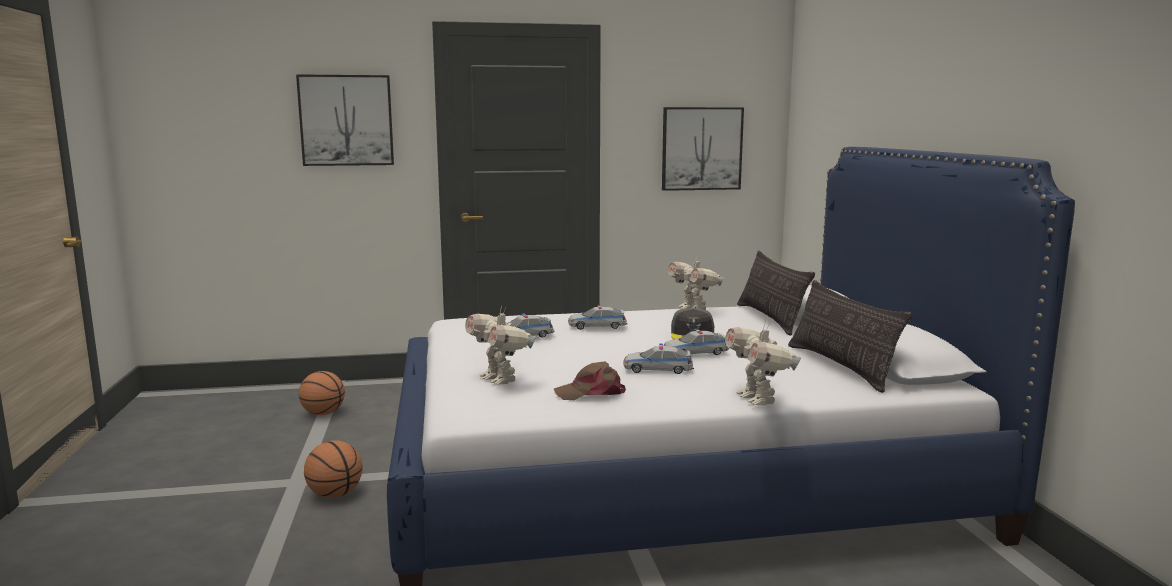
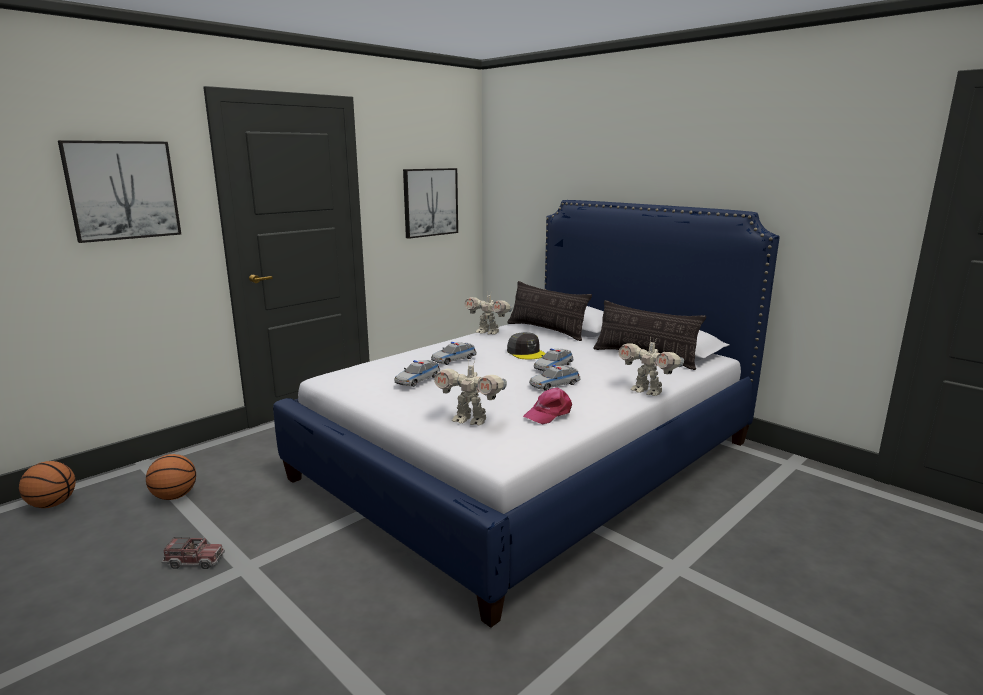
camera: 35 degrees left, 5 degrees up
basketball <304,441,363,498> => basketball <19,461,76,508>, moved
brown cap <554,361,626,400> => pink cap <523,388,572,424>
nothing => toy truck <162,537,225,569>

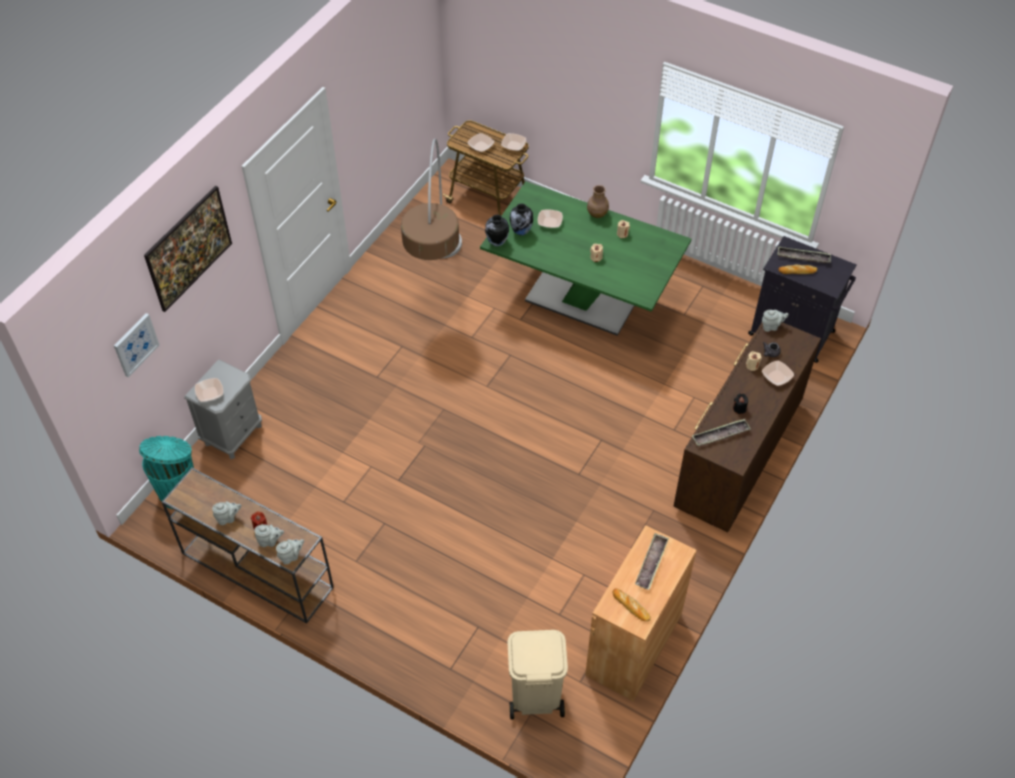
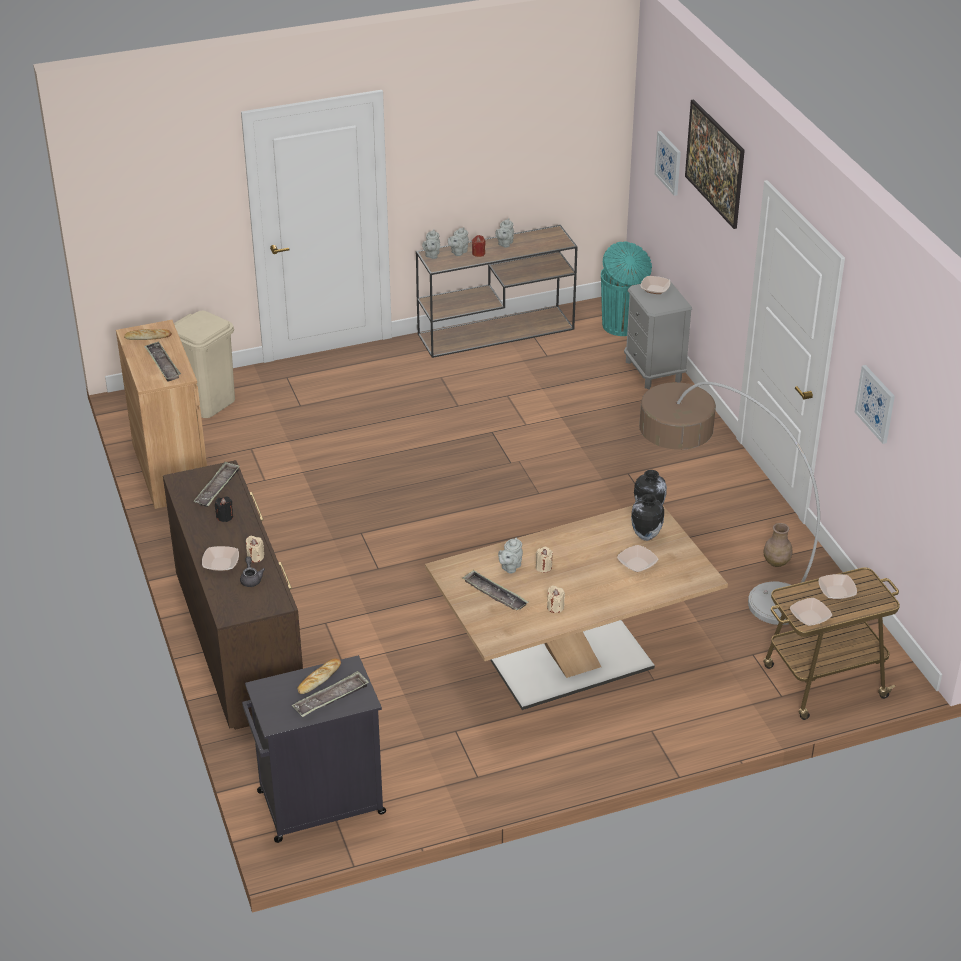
camera: 130 degrees right, 15 degrees down
green dining table <480,181,691,336> => brown dining table <425,505,728,710>
brown vase <587,185,609,218> => brown vase <763,523,792,567>, moved
grey teapot <762,310,789,332> => grey teapot <498,537,523,573>, moved
nothing => tray <463,570,529,610>
nothing => picture <855,365,895,444>

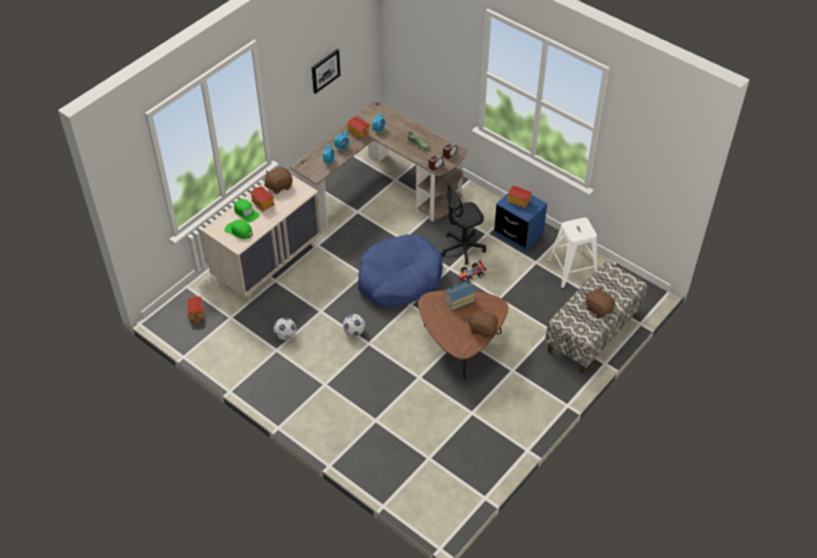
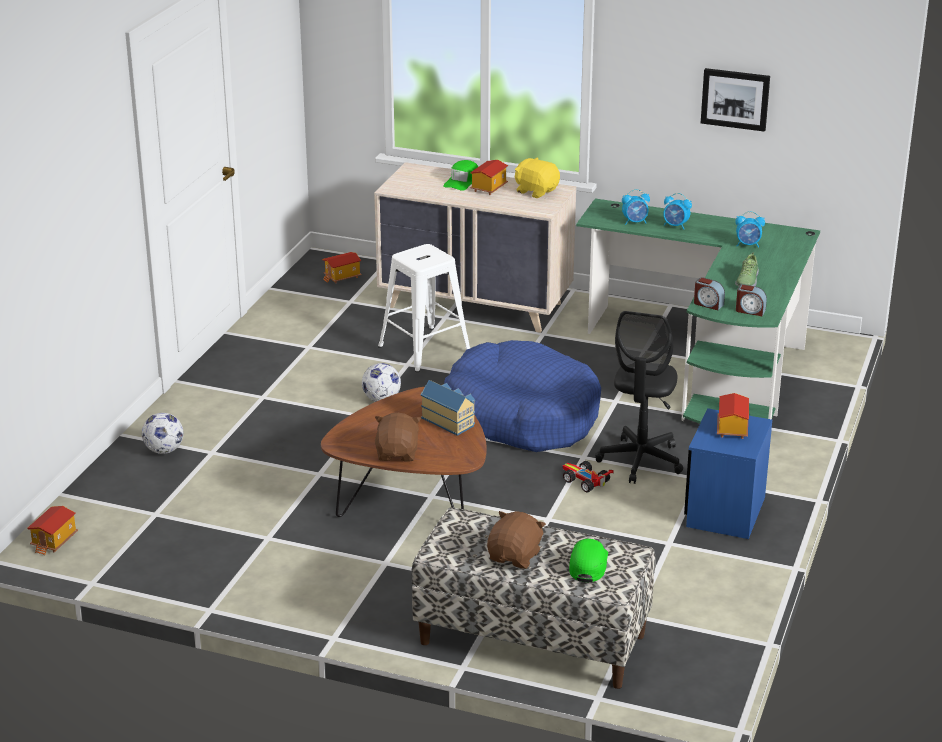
camera: 70 degrees right, 20 degrees down
green cap <224,220,253,239> => green cap <569,539,608,582>, moved
brown plush toy <264,167,293,194> => yellow plush toy <515,157,560,198>
football <273,318,296,340> => football <142,413,183,454>, moved
brown desk <289,100,467,227> => green desk <576,199,820,423>
toy house <347,116,370,140> => toy house <27,506,78,555>, moved
black office chair <441,180,486,265> => black office chair <595,311,683,484>, 120 degrees counterclockwise
white stool <547,217,597,289> => white stool <378,244,470,372>, moved

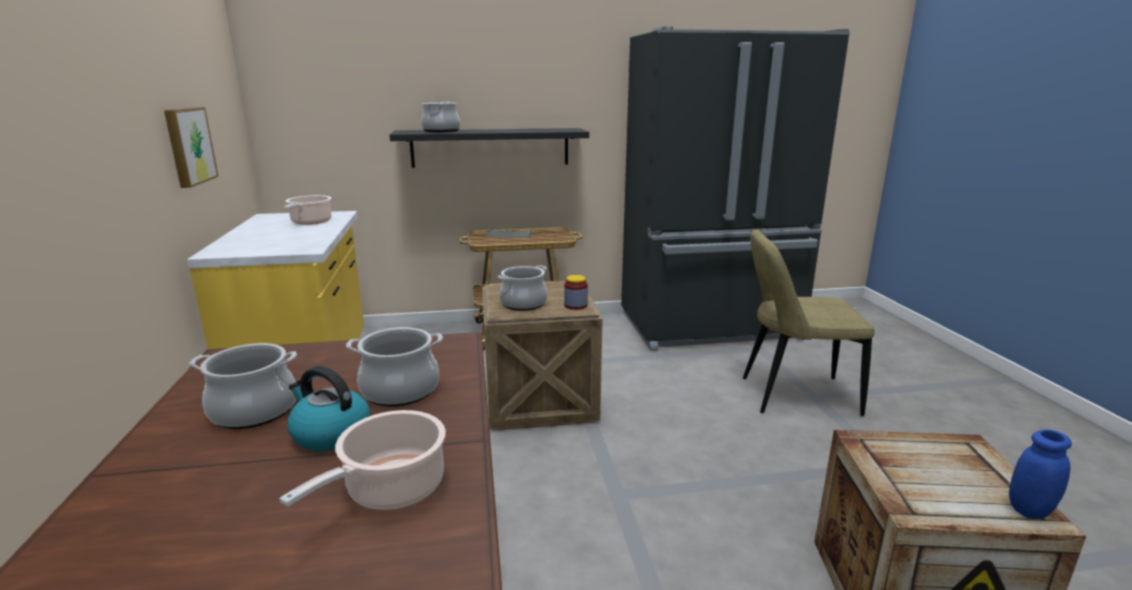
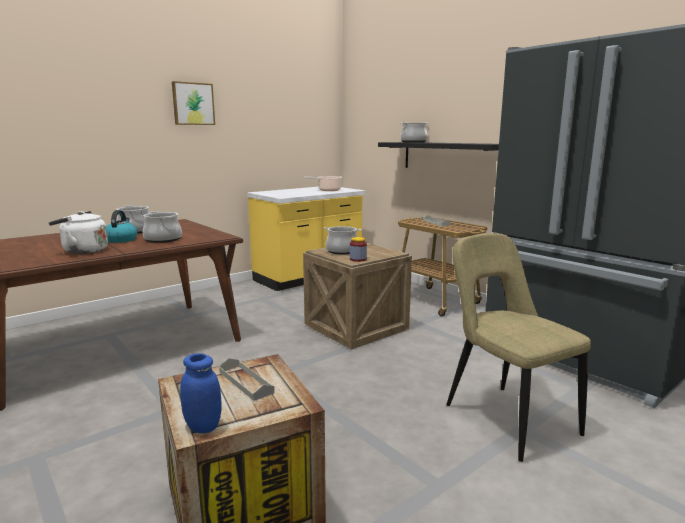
camera: 60 degrees right, 5 degrees down
picture <164,107,219,188> => picture <172,81,215,125>, moved
cooking pot <279,410,446,510> => white kettle <49,211,108,254>
nothing => grey tray <219,358,275,401>

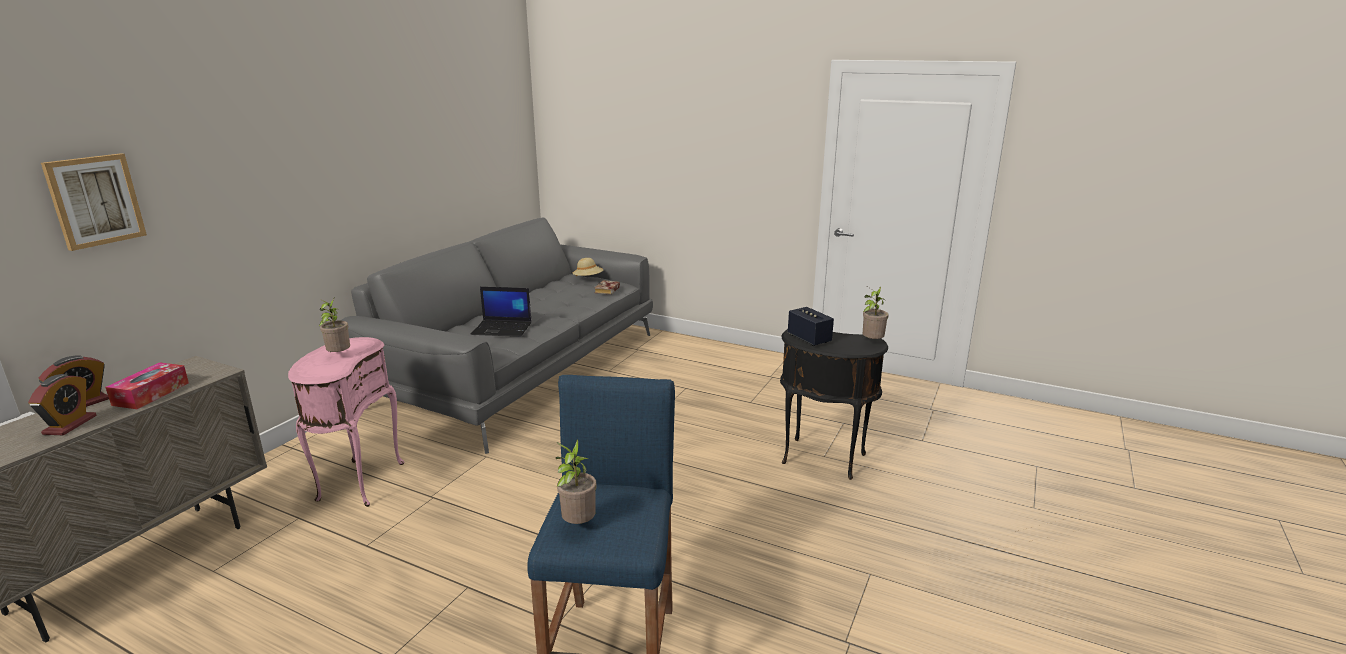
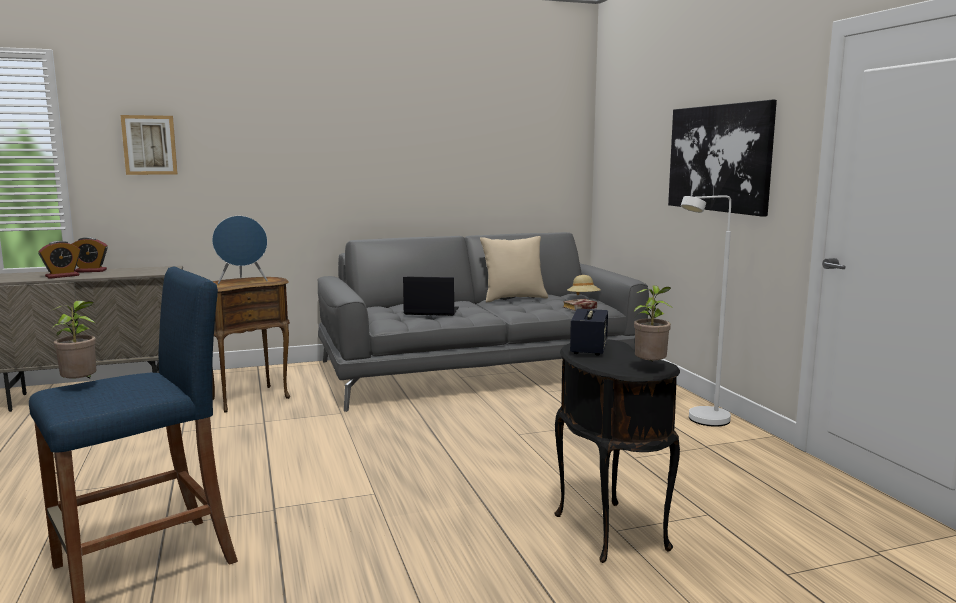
camera: 45 degrees right, 10 degrees down
tissue box <105,362,189,409> => nothing
pink side table <288,337,405,507> => brown side table <212,277,290,413>
potted plant <319,297,350,353> => blue speaker <212,216,268,284>
laptop <471,287,532,337> => laptop <403,276,459,316>, 135 degrees clockwise
nothing => beige pillow <480,236,548,302>
nothing => picture <668,100,777,217>
nothing => white floor lamp <681,195,731,427>

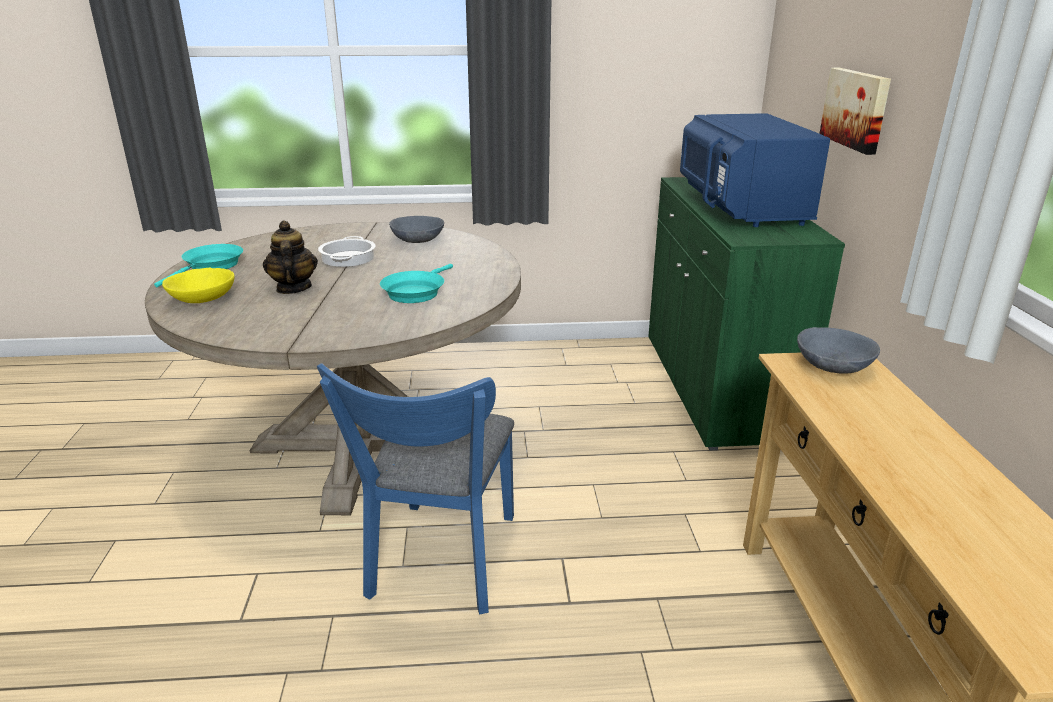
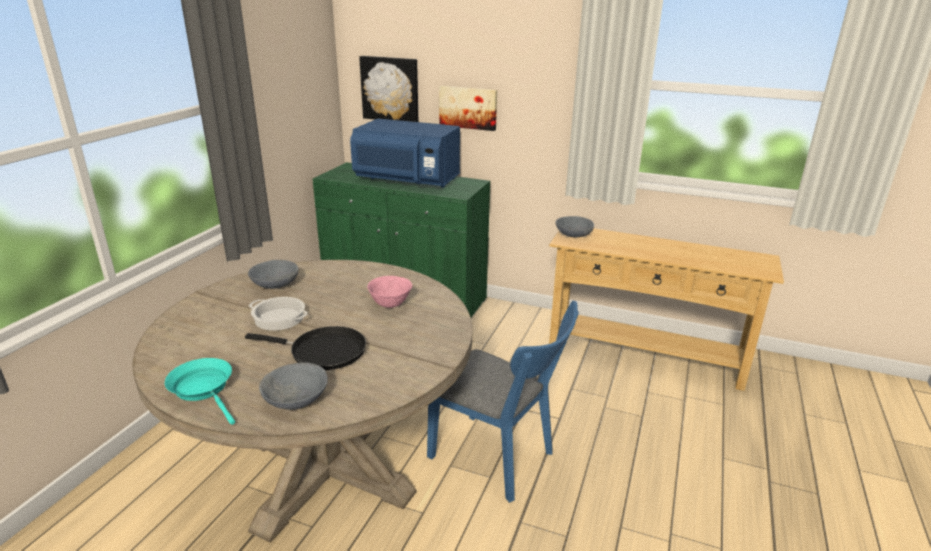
camera: 65 degrees left, 0 degrees up
yellow bowl <162,268,235,303> => grey bowl <259,362,328,410>
teapot <263,220,318,294> => black frying pan <245,326,366,370>
turquoise frying pan <380,264,453,303> => pink bowl <367,276,412,308>
nothing => picture <359,56,418,122>

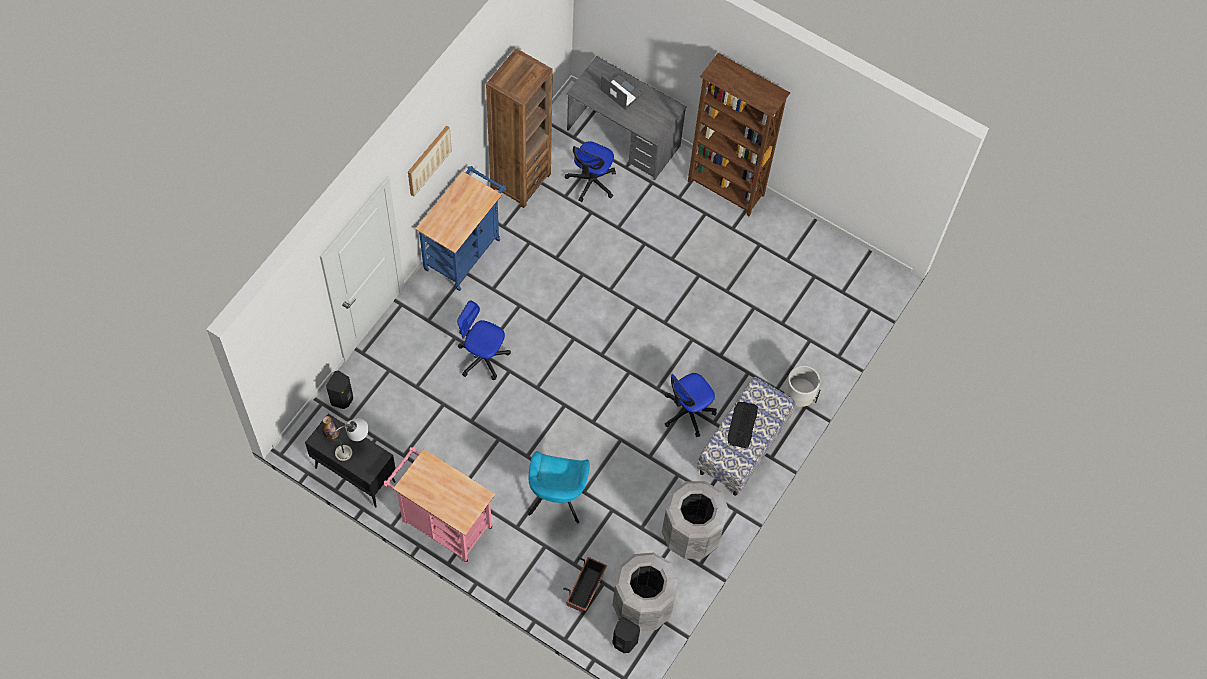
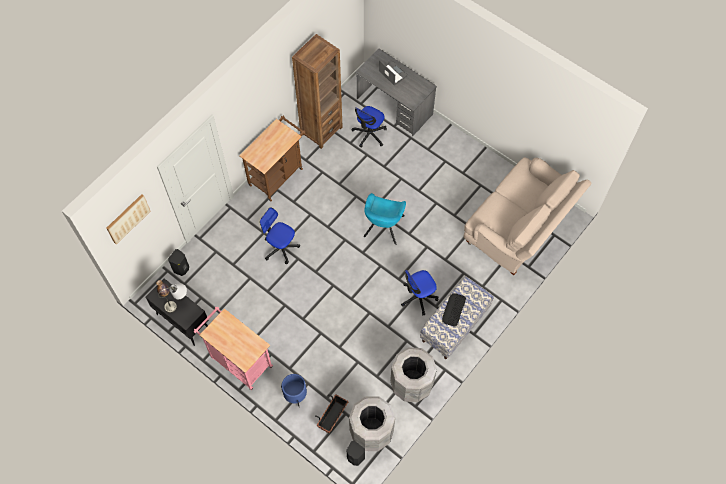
camera: 10 degrees right, 0 degrees up
picture <408,125,452,196> => picture <106,194,151,244>, moved
blue cart <415,166,506,291> => brown cart <239,116,305,201>
turquoise armchair <528,451,590,523> => turquoise armchair <364,193,406,245>, moved
brown bookcase <688,53,790,216> => nothing
white planter <784,365,820,407> => nothing
nothing => blue planter <281,374,307,406>
nothing => beige sofa <464,157,592,275>

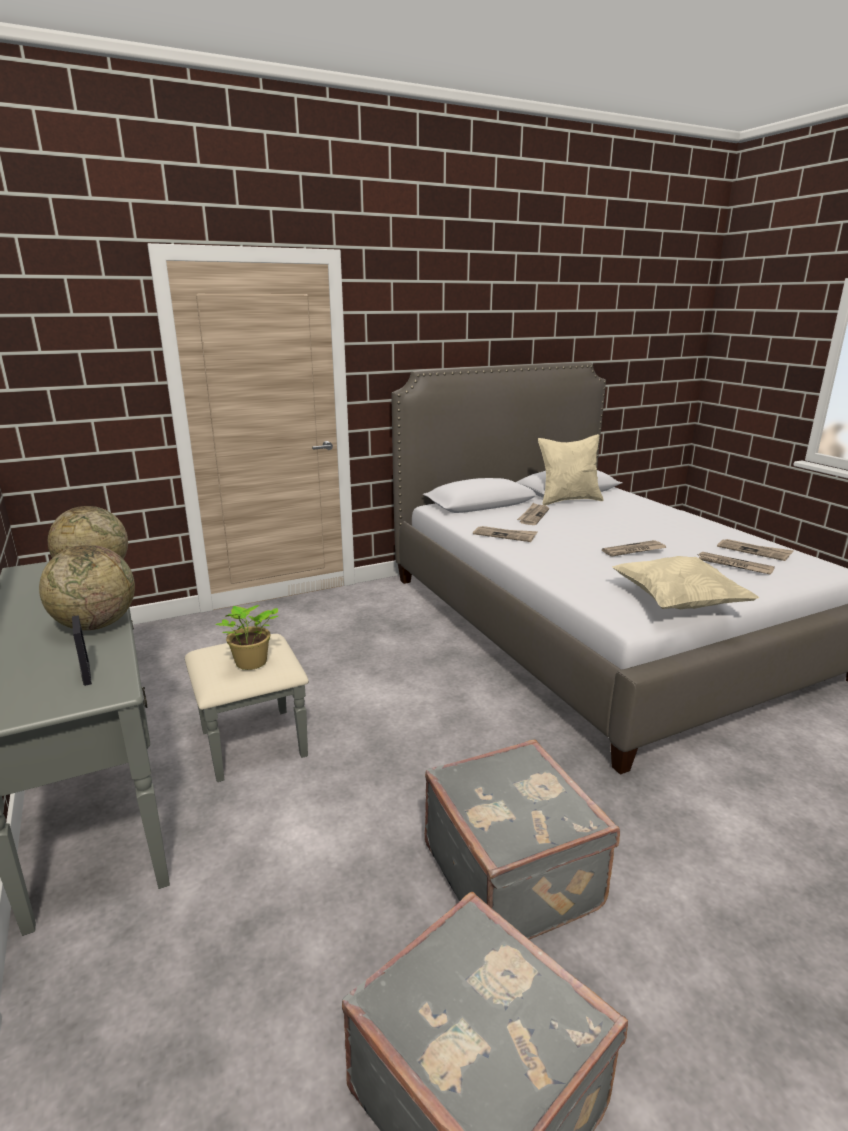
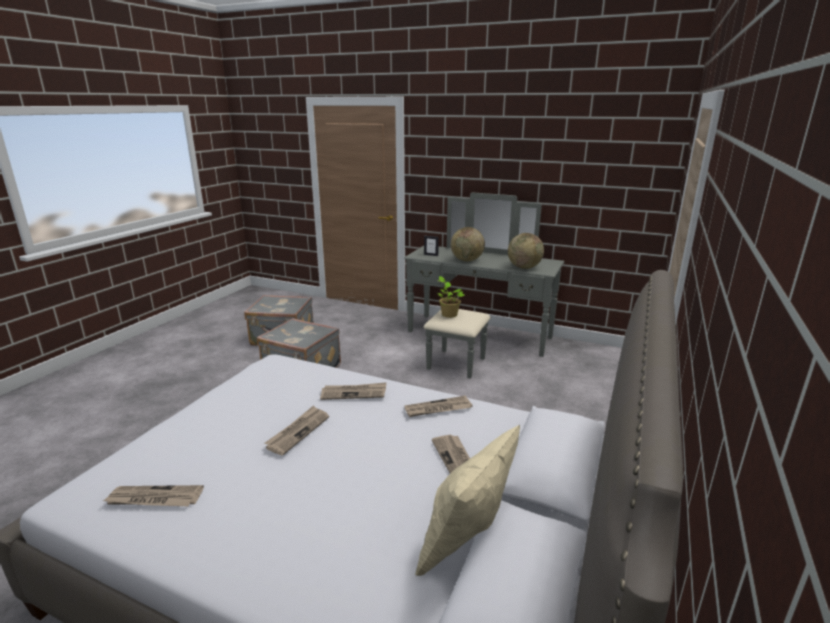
camera: 140 degrees right, 0 degrees up
beige pillow <612,556,759,609> => nothing
newspaper <698,552,775,575> => newspaper <320,382,386,400>, moved

